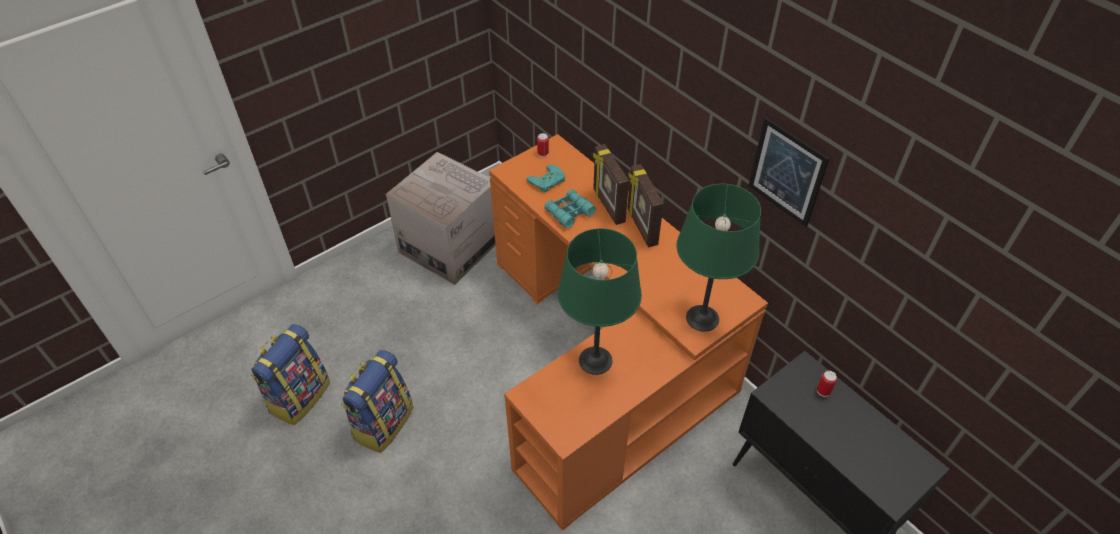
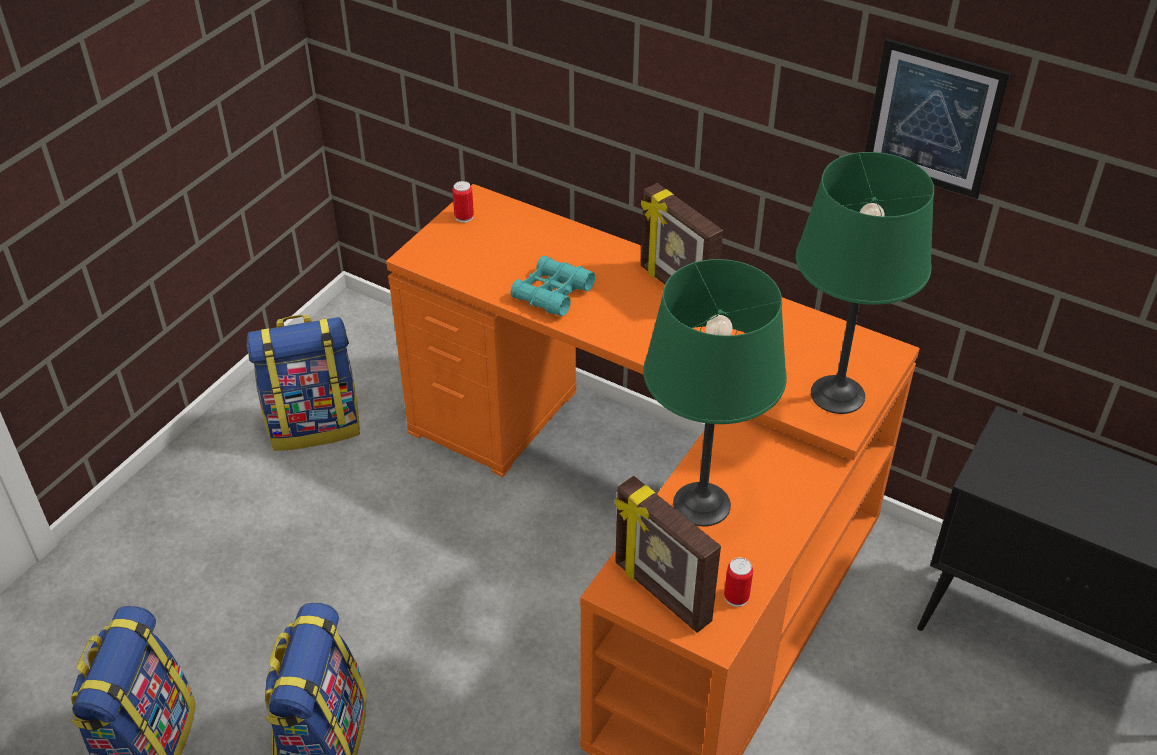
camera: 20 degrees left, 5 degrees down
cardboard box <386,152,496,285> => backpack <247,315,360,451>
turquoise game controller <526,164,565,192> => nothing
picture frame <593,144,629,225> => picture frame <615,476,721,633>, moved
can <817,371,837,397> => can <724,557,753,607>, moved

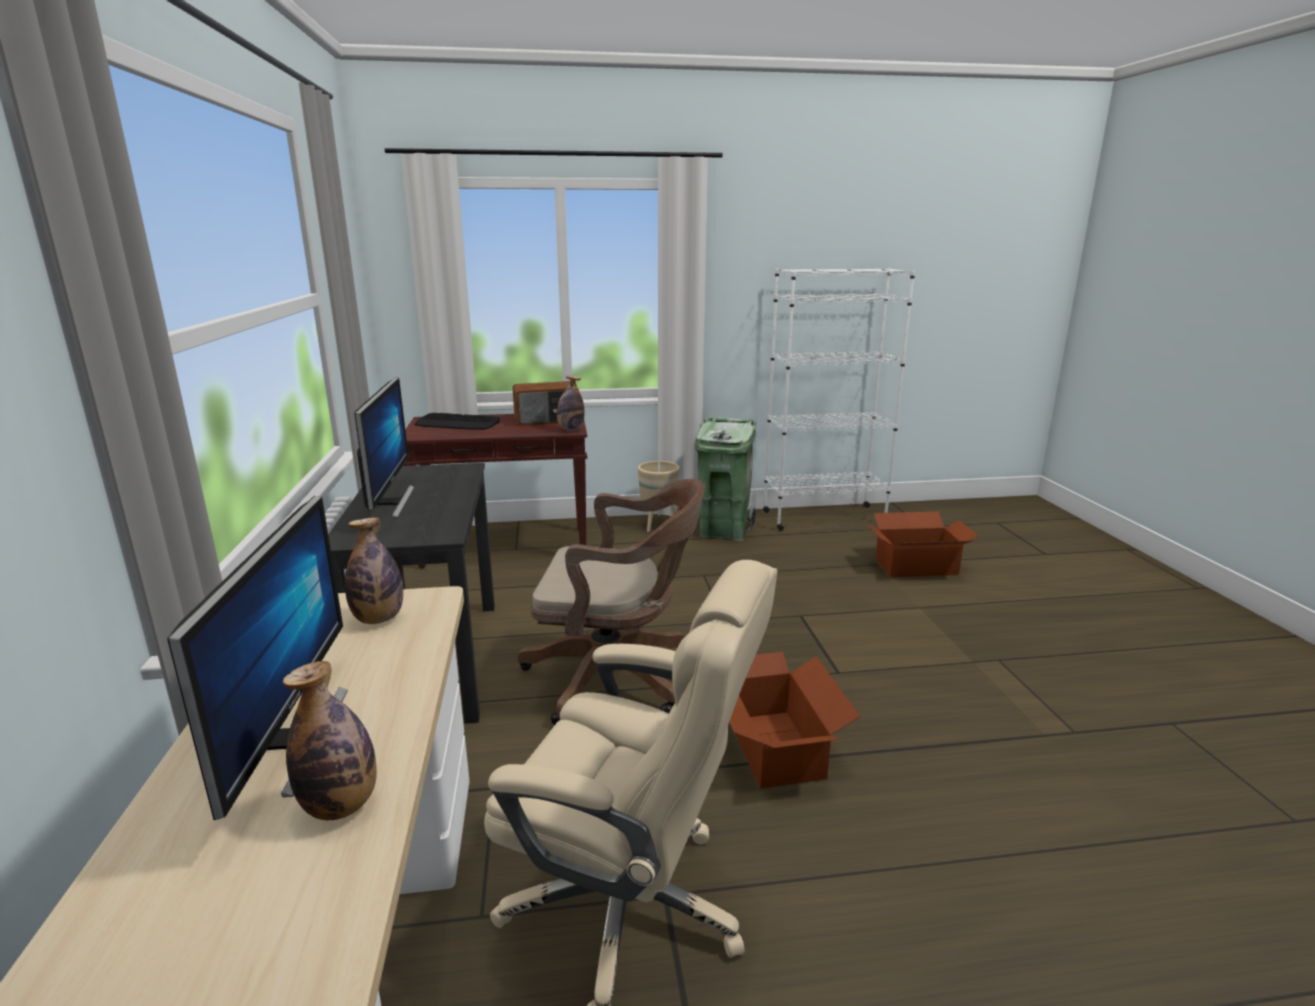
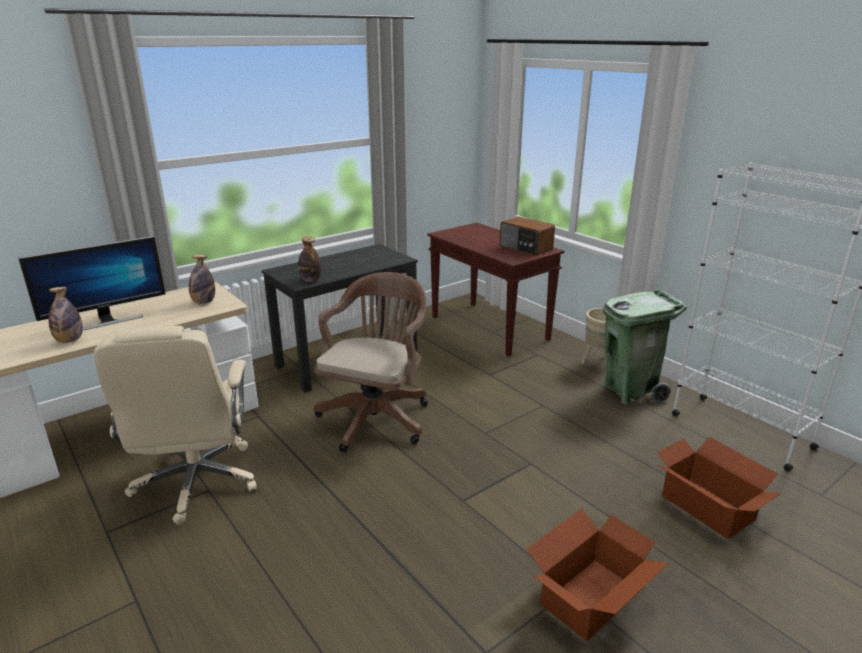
camera: 60 degrees right, 5 degrees up
monitor <354,377,415,518> => nothing
keyboard <414,413,500,430> => nothing
brown office chair <518,479,705,725> => brown office chair <314,272,428,452>, 135 degrees counterclockwise
bottle <557,376,584,431> => bottle <298,236,321,282>, moved
cardboard box <729,652,861,788> => cardboard box <527,508,669,641>, moved

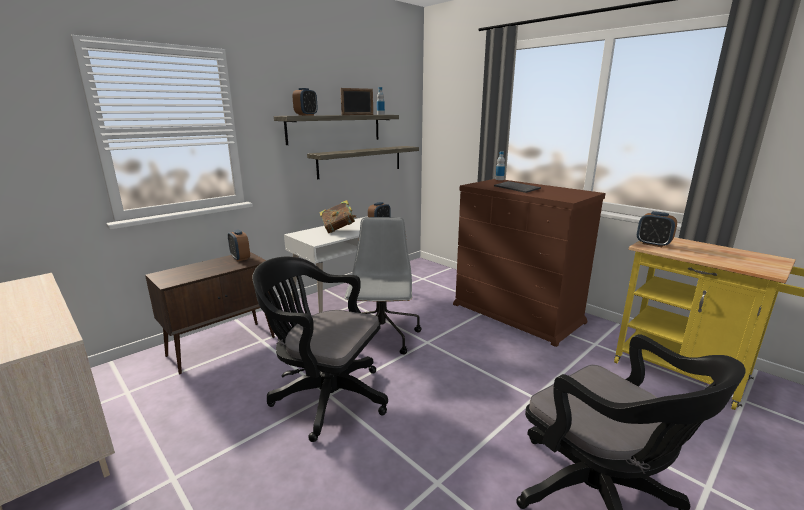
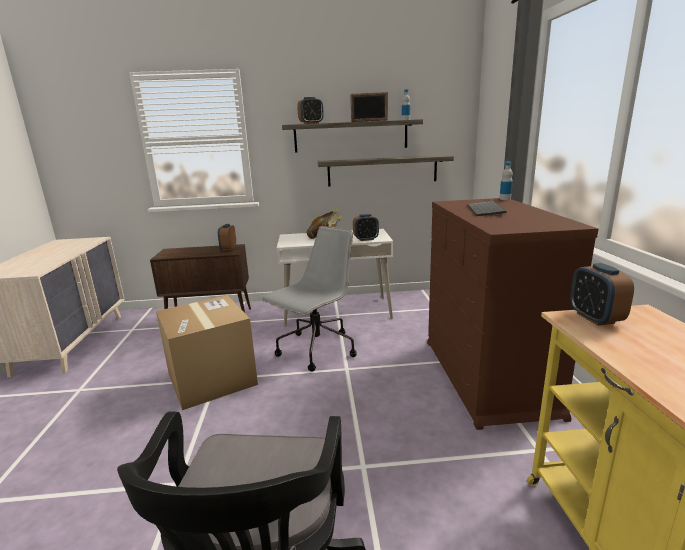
camera: 40 degrees right, 0 degrees up
black office chair <252,257,388,442> => cardboard box <156,295,258,410>

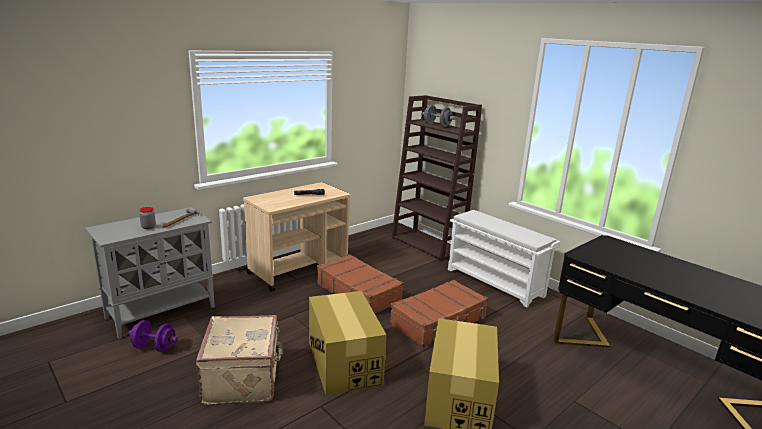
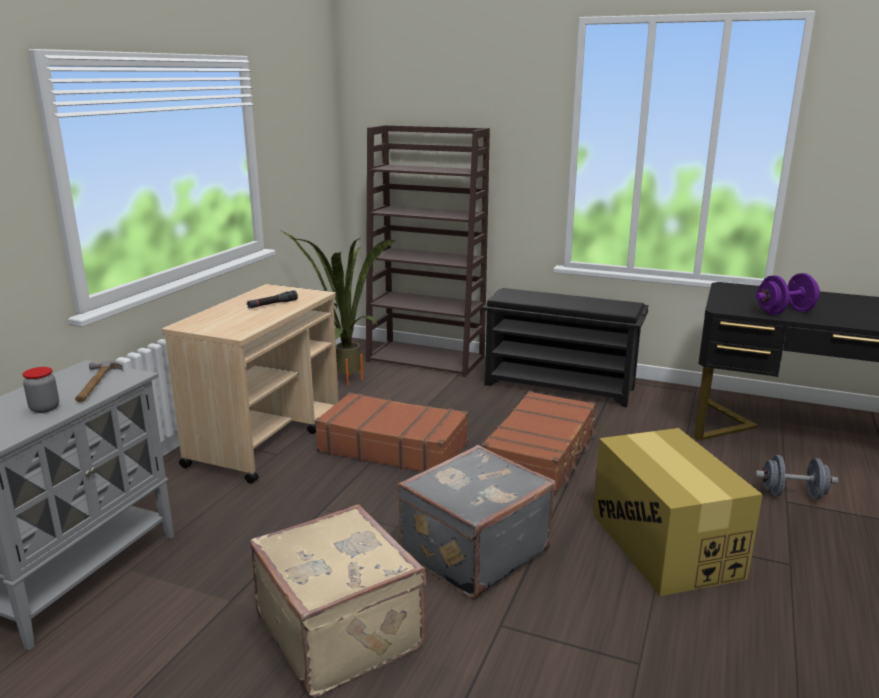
camera: 25 degrees left, 0 degrees up
purple dumbbell <128,320,178,352> => purple dumbbell <756,273,820,315>, moved
cardboard box <309,291,387,395> => grey suitcase <397,445,556,599>
grey dumbbell <422,105,455,127> => grey dumbbell <755,455,838,500>, moved
white shoe rack <448,210,560,308> => black shoe rack <482,288,648,407>
nothing => potted plant <281,230,395,386>

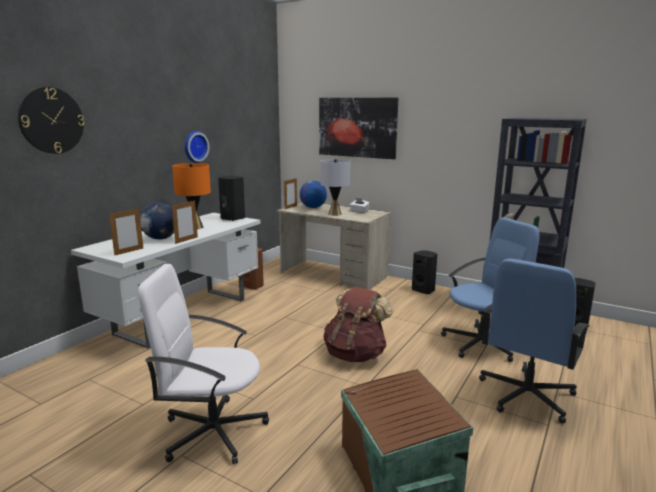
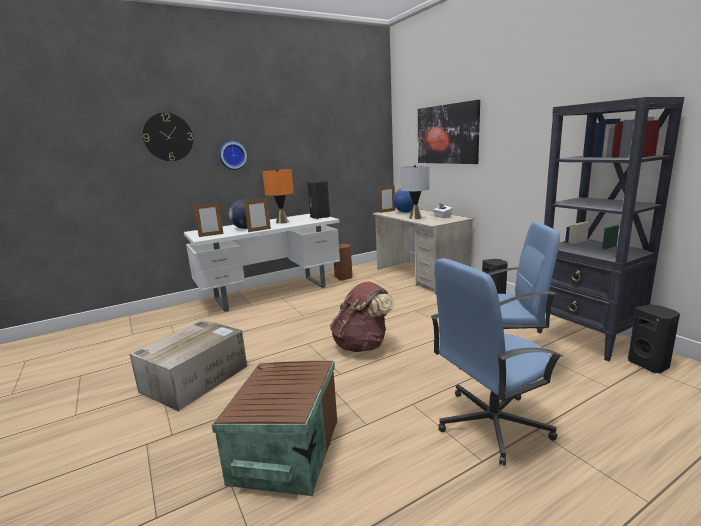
camera: 30 degrees right, 0 degrees up
white office chair <138,264,269,464> => cardboard box <129,320,247,411>
wall clock <185,131,210,163> => wall clock <219,141,248,170>, moved

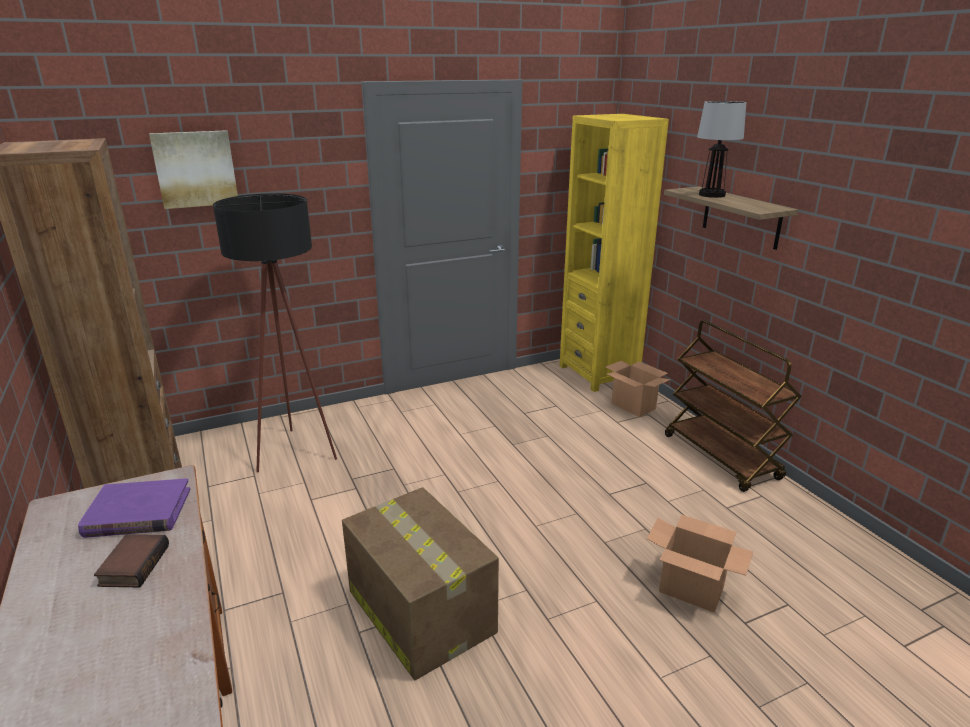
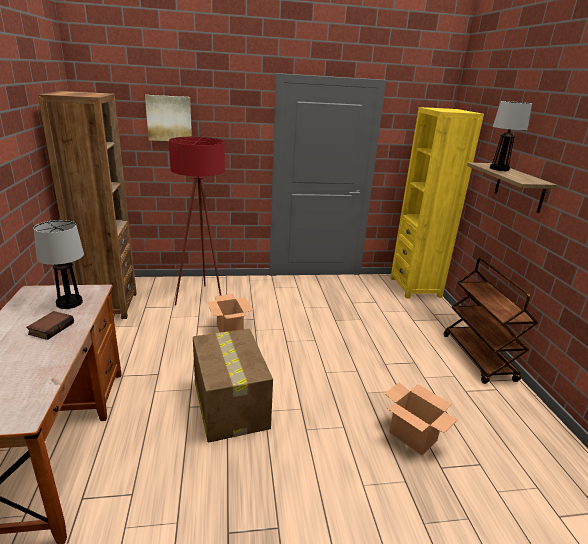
camera: 15 degrees right, 0 degrees up
purple book <78,478,190,538> => table lamp <33,220,84,309>
black floor lamp <213,193,337,473> => red floor lamp <169,137,225,305>
cardboard box <606,361,671,417> => cardboard box <207,294,254,333>, moved

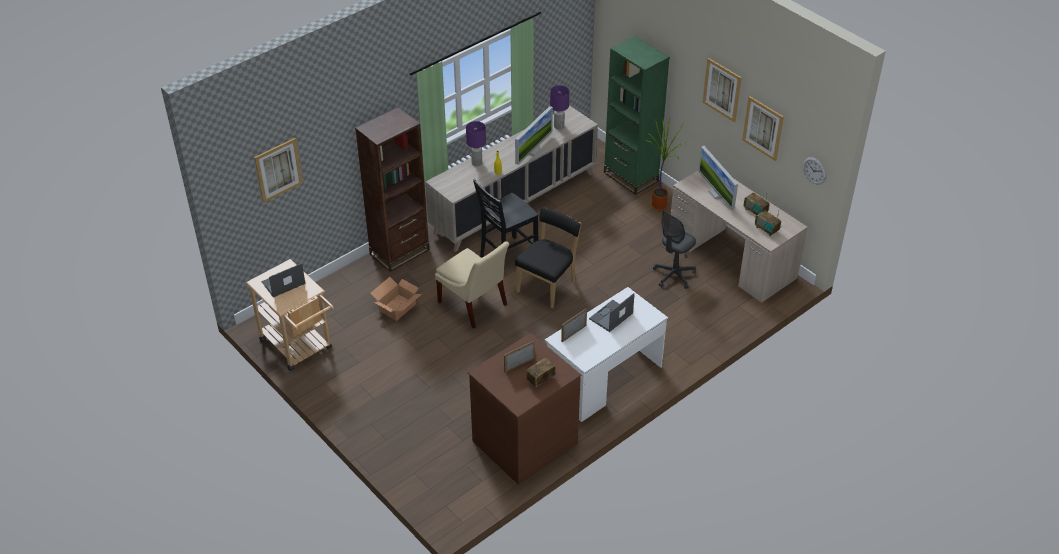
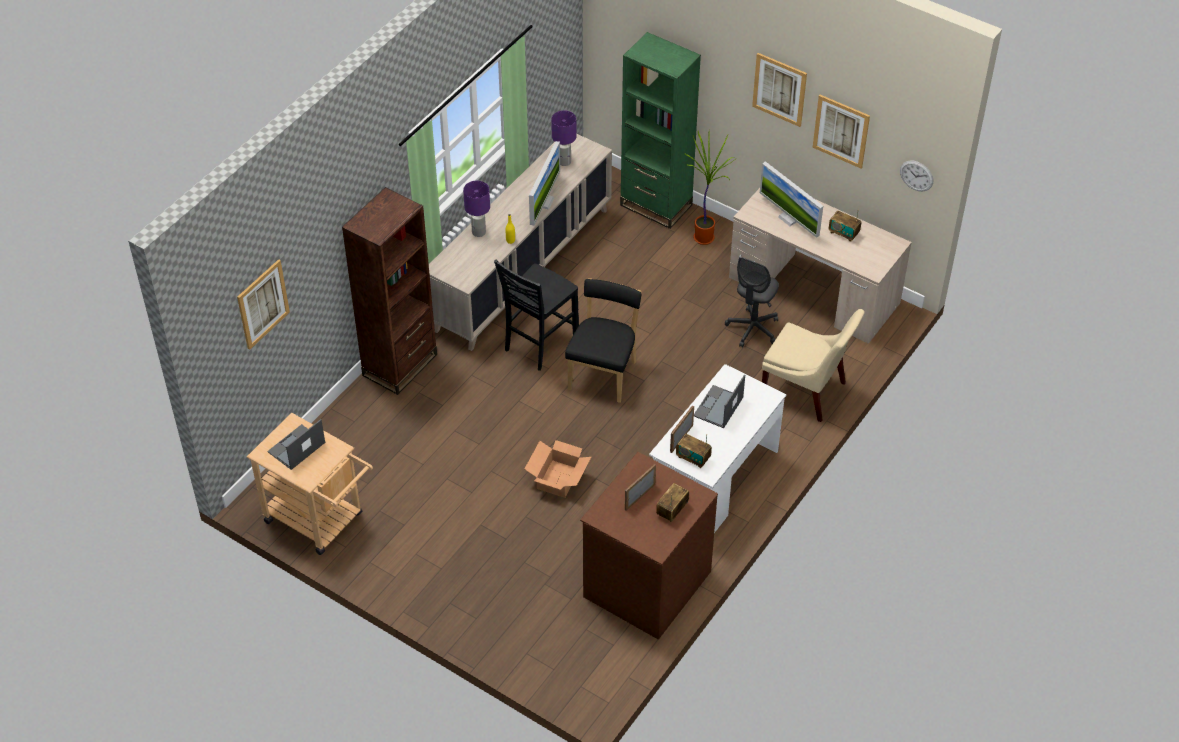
camera: 15 degrees left, 5 degrees up
cardboard box <371,277,422,321> => cardboard box <525,440,591,498>, moved
beige chair <435,241,509,329> => beige chair <762,309,865,422>, moved
radio <755,210,781,236> => radio <676,434,712,468>, moved

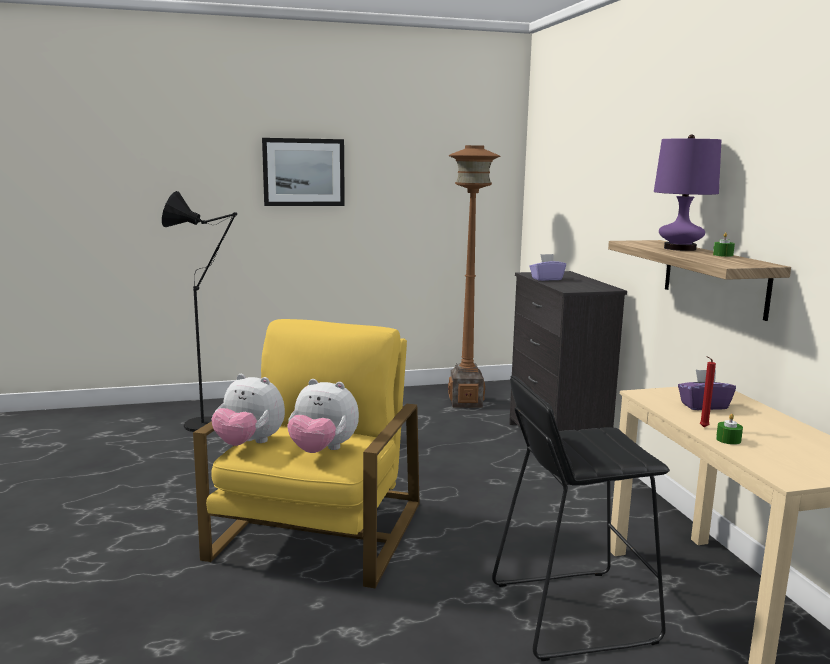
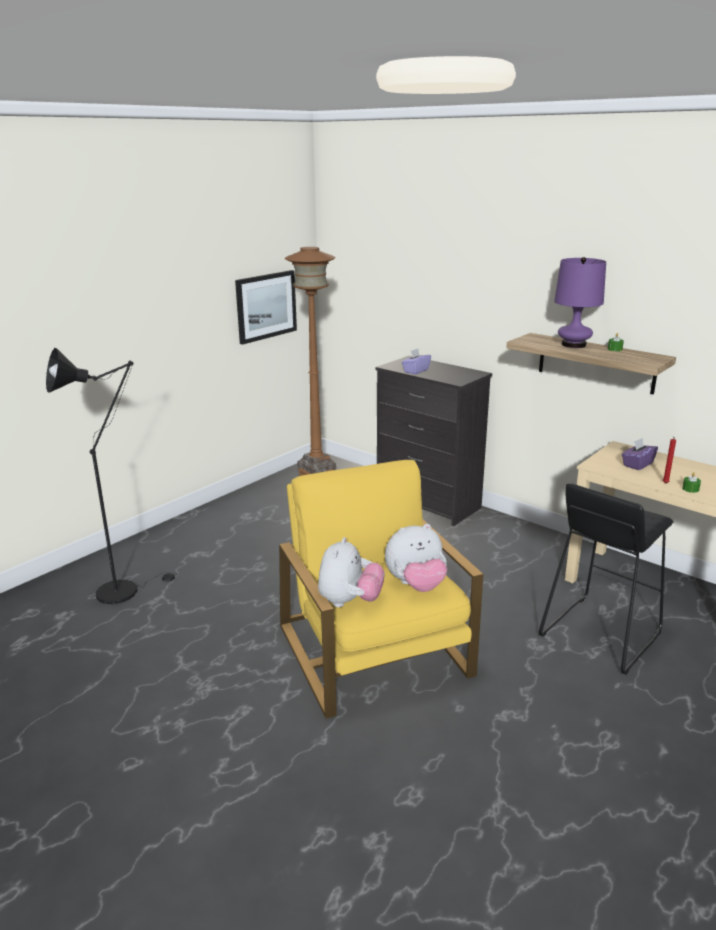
camera: 35 degrees left, 10 degrees up
plush toy <212,374,285,446> => plush toy <318,537,385,607>, 60 degrees counterclockwise
picture <262,138,345,206> => picture <235,270,297,345>, moved

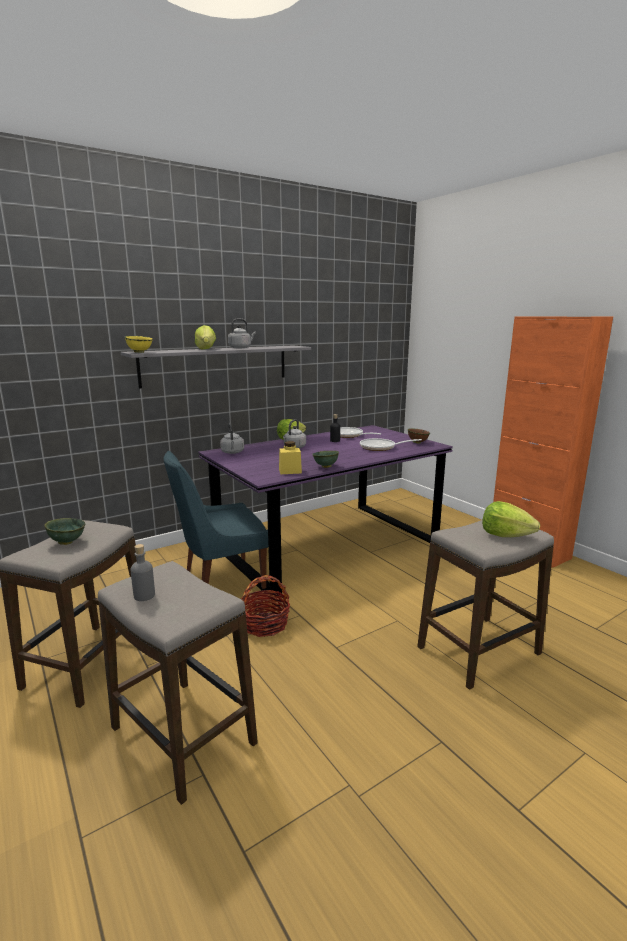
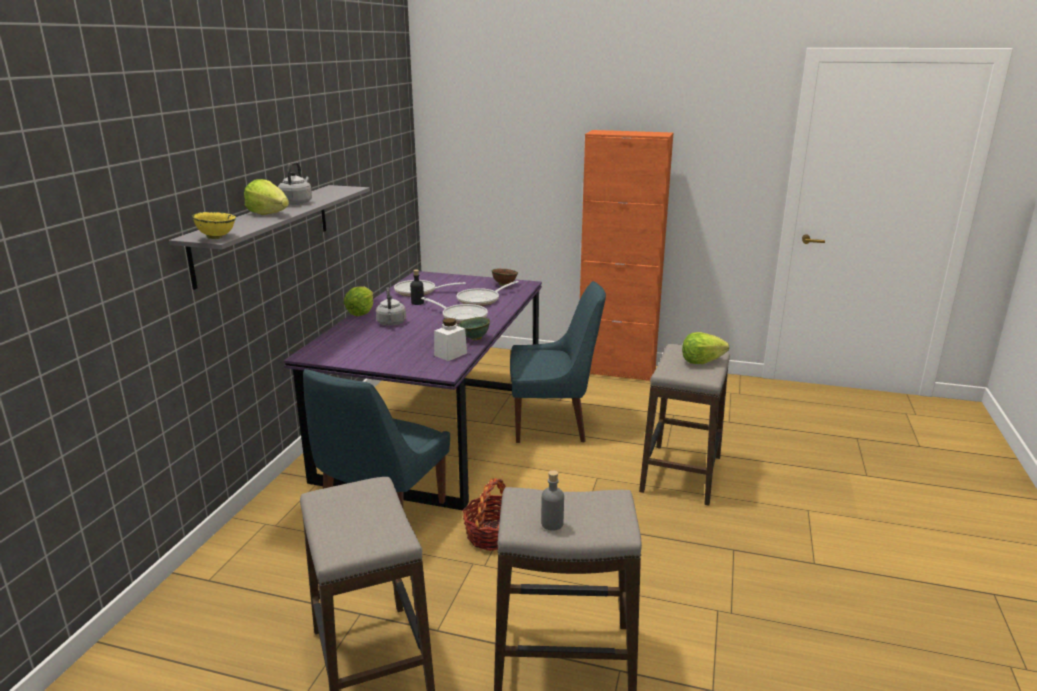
camera: 40 degrees left, 5 degrees up
green bowl <44,518,85,545> => nothing
grey kettle <220,423,244,454> => nothing
yellow jar <279,441,302,474> => white jar <434,318,467,361>
nothing => frying pan <421,297,488,324>
nothing => blue chair <510,281,606,443>

